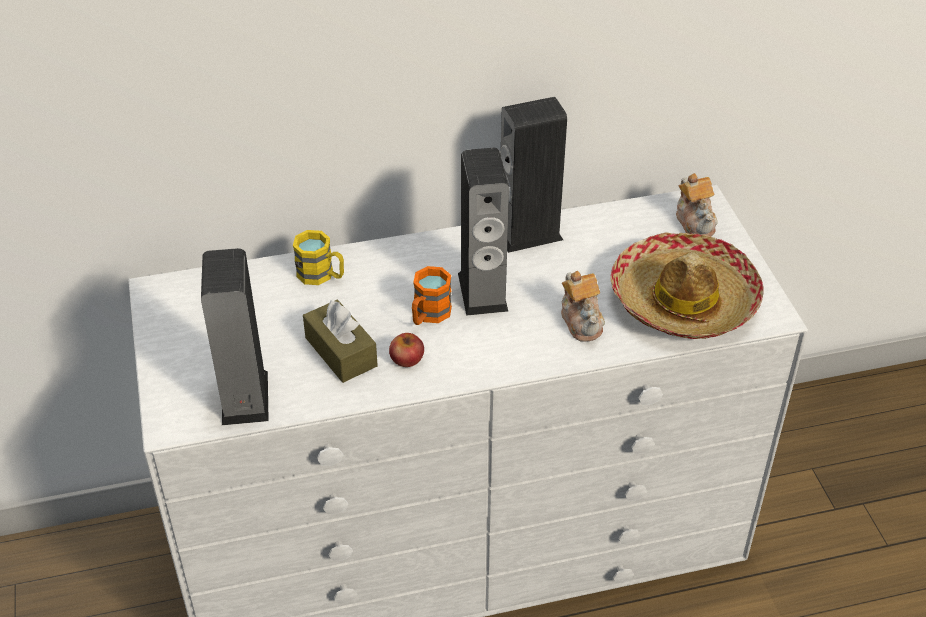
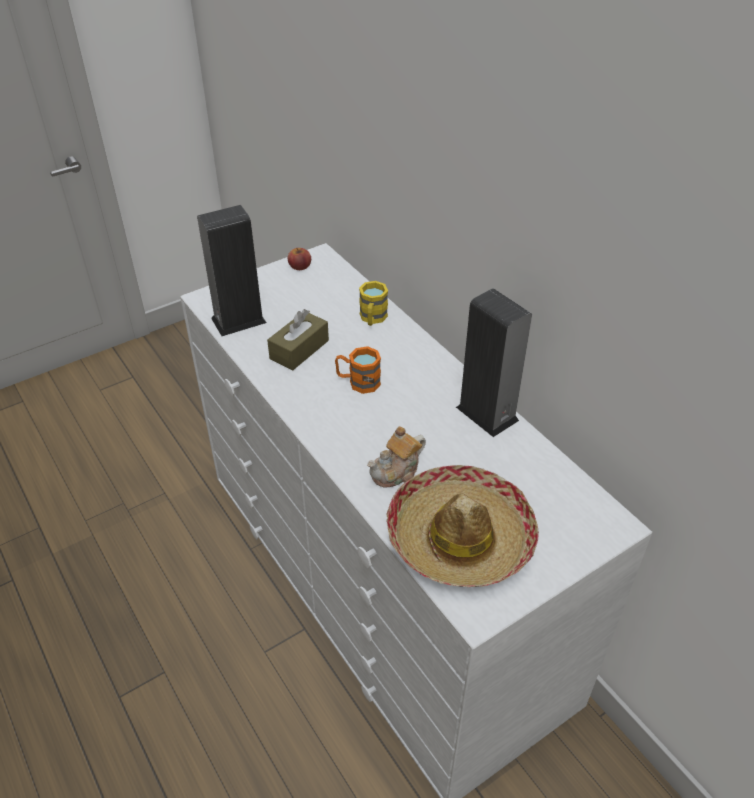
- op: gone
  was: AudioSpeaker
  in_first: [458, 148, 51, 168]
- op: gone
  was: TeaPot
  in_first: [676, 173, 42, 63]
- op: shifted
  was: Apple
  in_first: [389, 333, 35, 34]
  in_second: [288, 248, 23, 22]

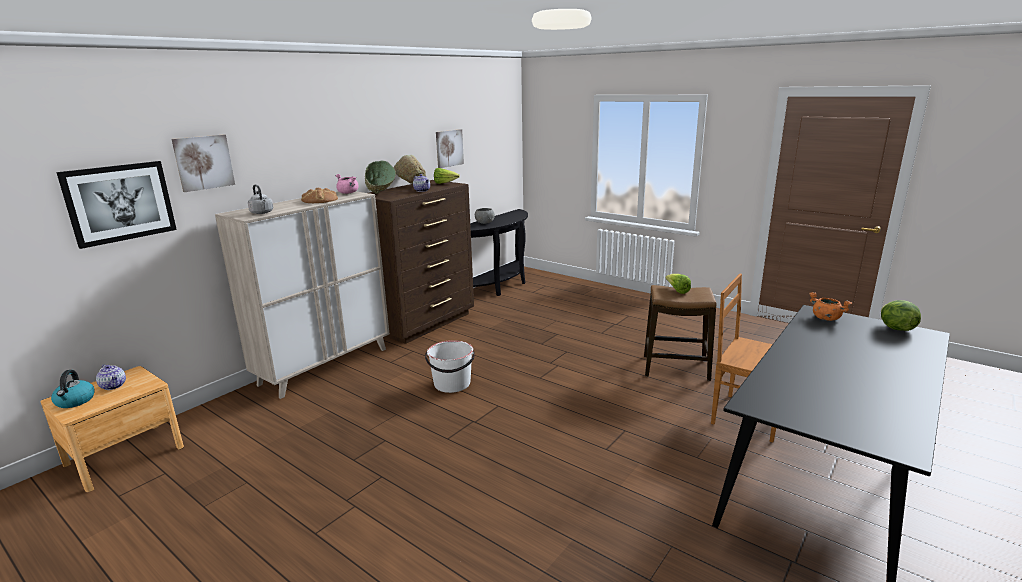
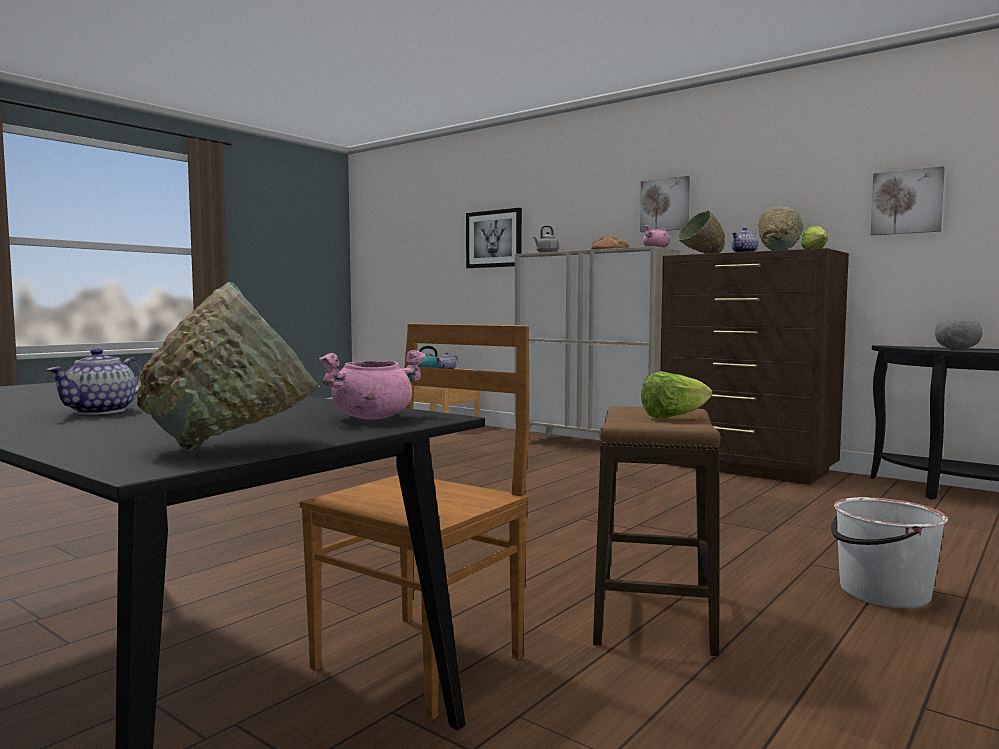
- op: new
  now: TeaPot
  in_second: [47, 348, 96, 67]
- op: shifted
  was: WallArt
  in_first: [172, 134, 63, 58]
  in_second: [640, 176, 50, 56]
- op: shifted
  was: WhitishWaterBucket
  in_first: [425, 340, 50, 53]
  in_second: [831, 497, 117, 112]
- op: swapped
  was: HeadOfLettuce
  now: GreenishServingBowl
  in_first: [881, 300, 40, 31]
  in_second: [137, 282, 183, 170]
- op: repainted
  was: OrangeyStockpot
  now: PinkishStockpot
  in_first: [809, 292, 43, 29]
  in_second: [318, 350, 108, 70]

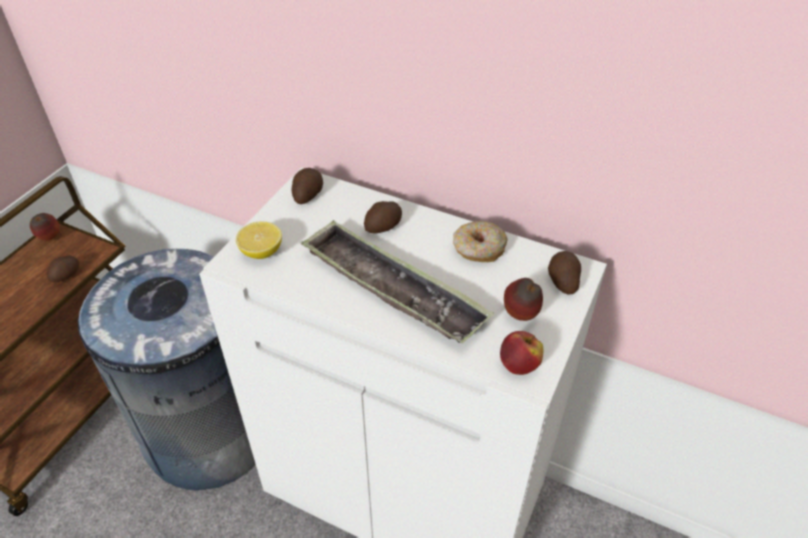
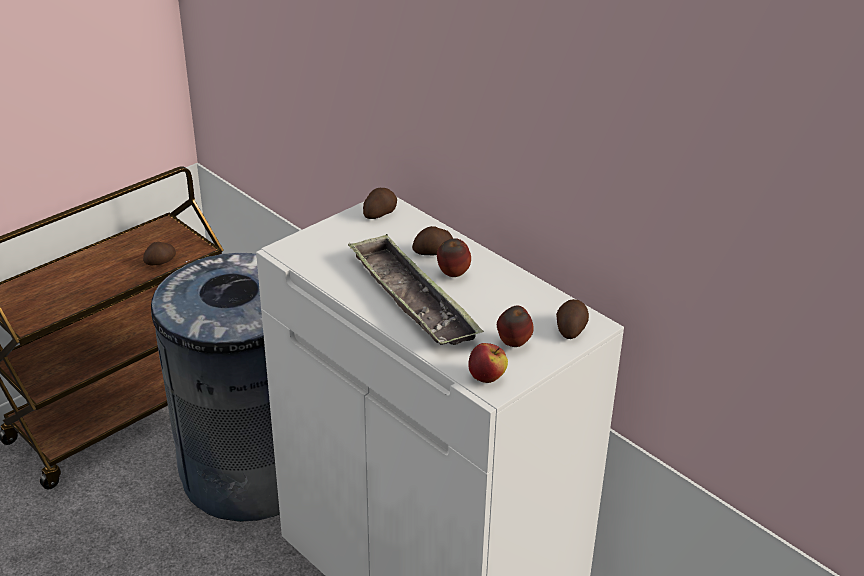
- op: gone
  was: WholeLemon
  in_first: [236, 222, 46, 37]
- op: gone
  was: RingDoughnut
  in_first: [453, 221, 55, 41]
- op: shifted
  was: Apple
  in_first: [30, 213, 30, 28]
  in_second: [437, 238, 34, 39]

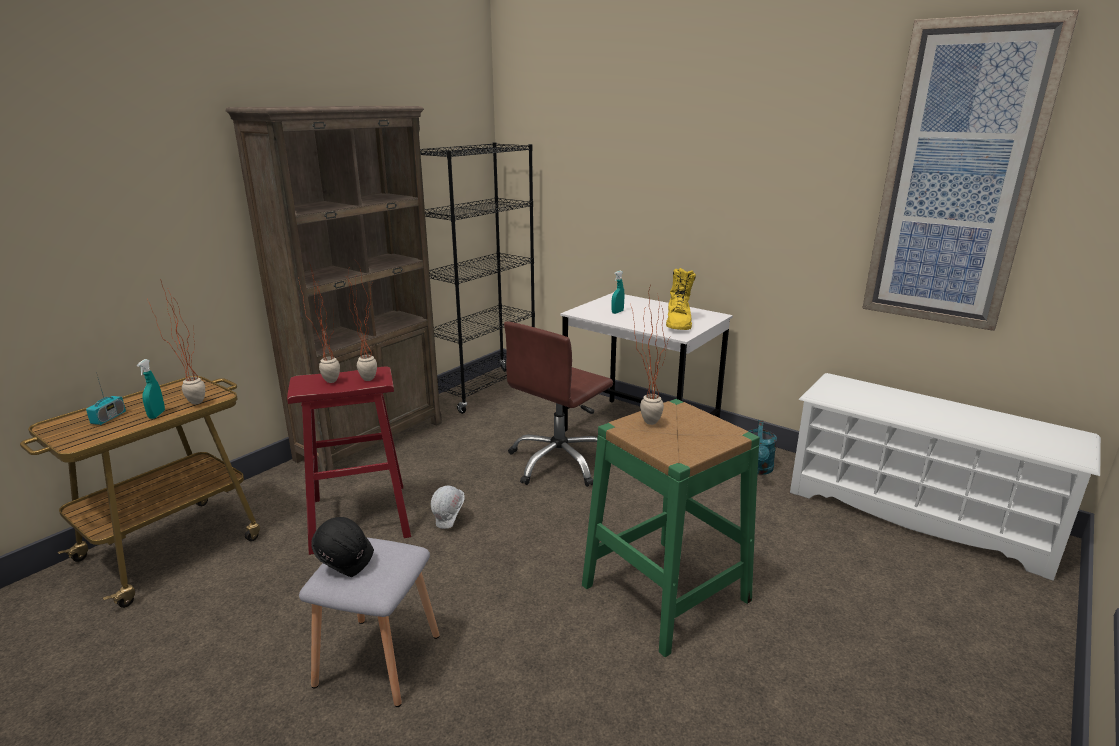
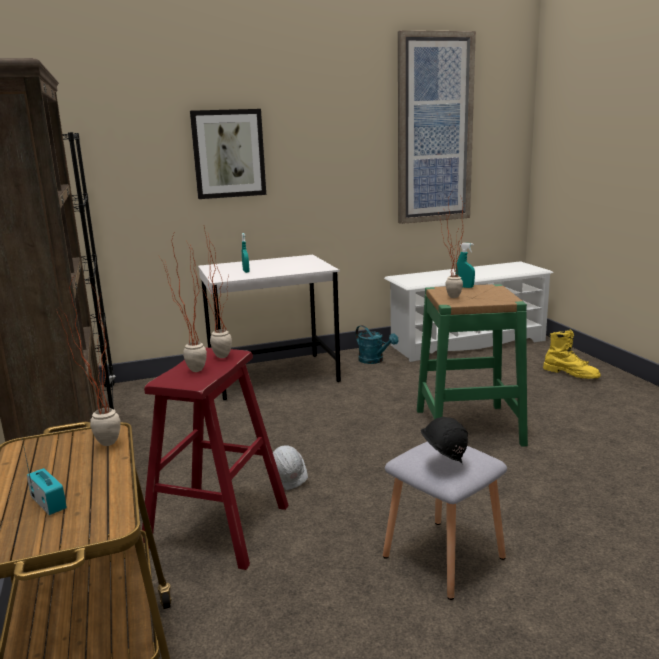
- op: gone
  was: BrownColouredOfficeChair
  in_first: [504, 321, 109, 166]
- op: new
  now: WallArt
  in_second: [190, 109, 76, 90]
- op: shifted
  was: TurquoiseSprayer
  in_first: [137, 359, 28, 60]
  in_second: [455, 243, 20, 45]
- op: shifted
  was: YellowTallBoot
  in_first: [666, 268, 30, 62]
  in_second: [543, 330, 58, 49]

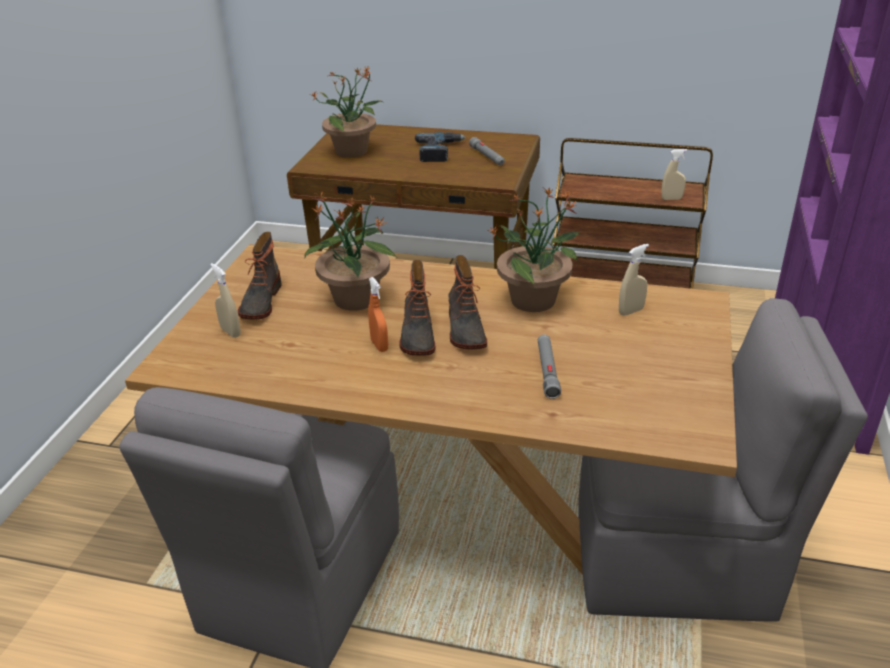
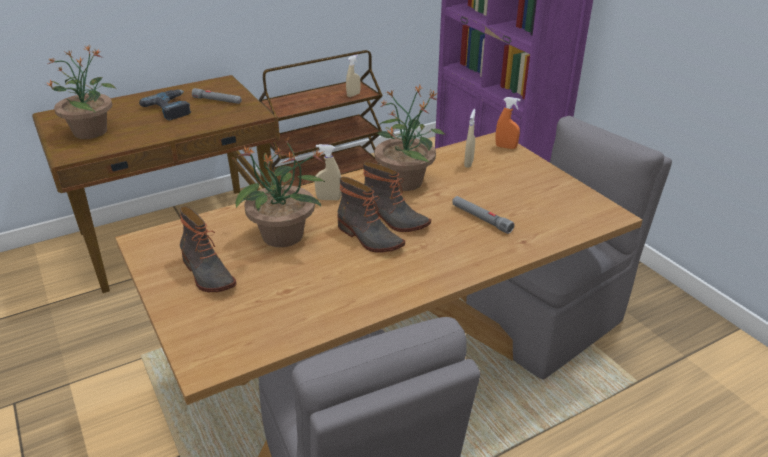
- op: shifted
  was: SandColouredSprayer
  in_first: [210, 263, 31, 75]
  in_second: [314, 144, 27, 56]
- op: shifted
  was: OrangeySprayer
  in_first: [368, 277, 20, 75]
  in_second: [495, 97, 26, 52]

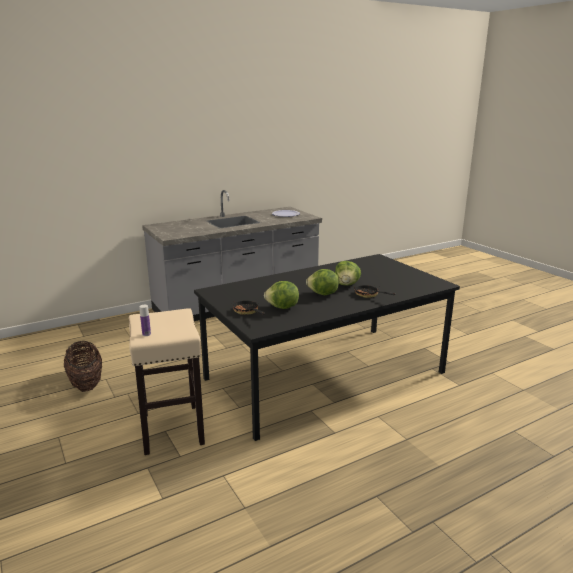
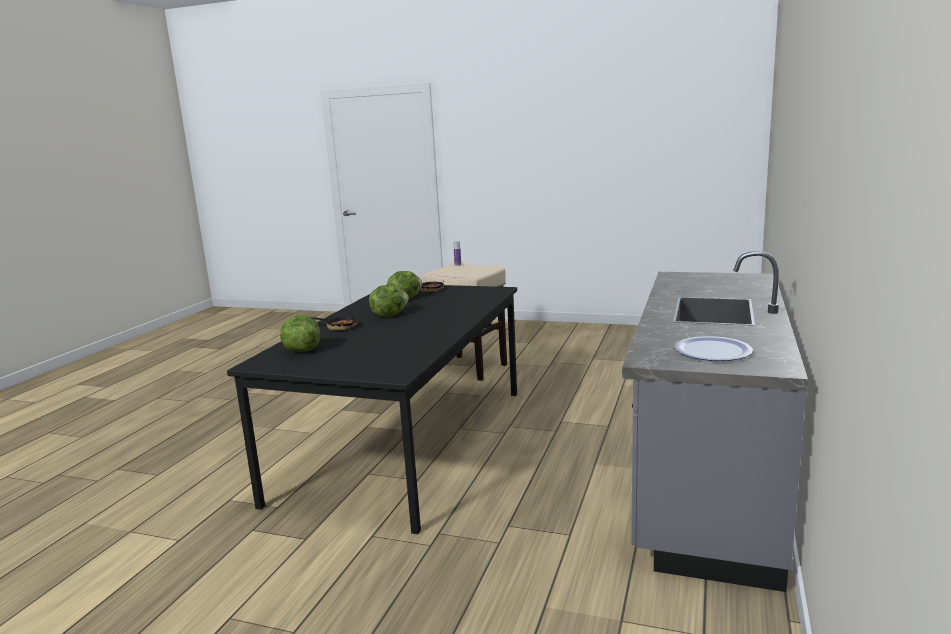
- op: gone
  was: HouseholdBasket
  in_first: [64, 341, 38, 51]
- op: shifted
  was: HeadOfLettuce
  in_first: [335, 261, 26, 25]
  in_second: [280, 315, 41, 37]

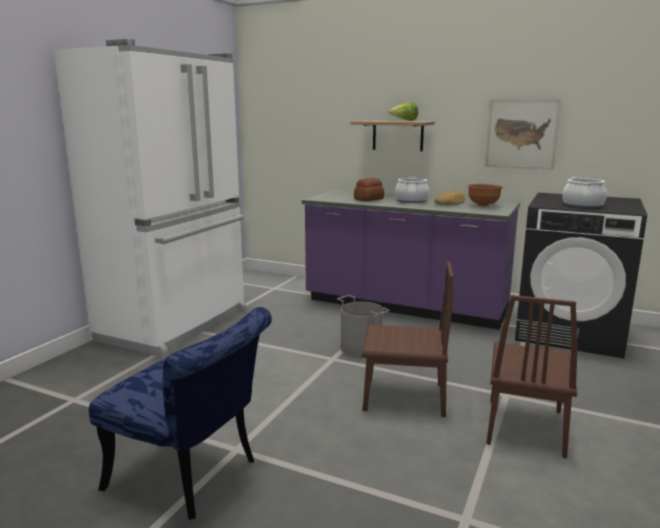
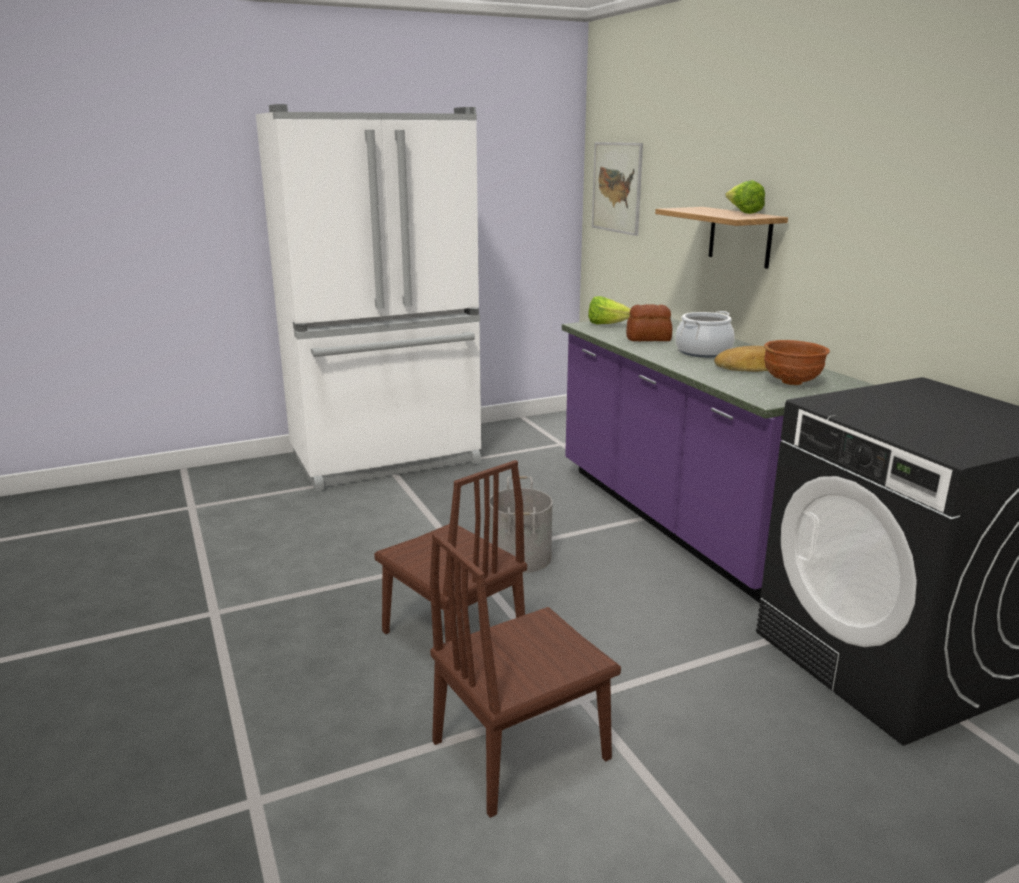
- op: gone
  was: BluishPlainChair
  in_first: [89, 307, 183, 213]
- op: gone
  was: Stockpot
  in_first: [563, 177, 44, 31]
- op: new
  now: HeadOfLettuce
  in_second: [588, 296, 42, 28]
- op: shifted
  was: WallArt
  in_first: [485, 99, 76, 71]
  in_second: [592, 142, 51, 94]

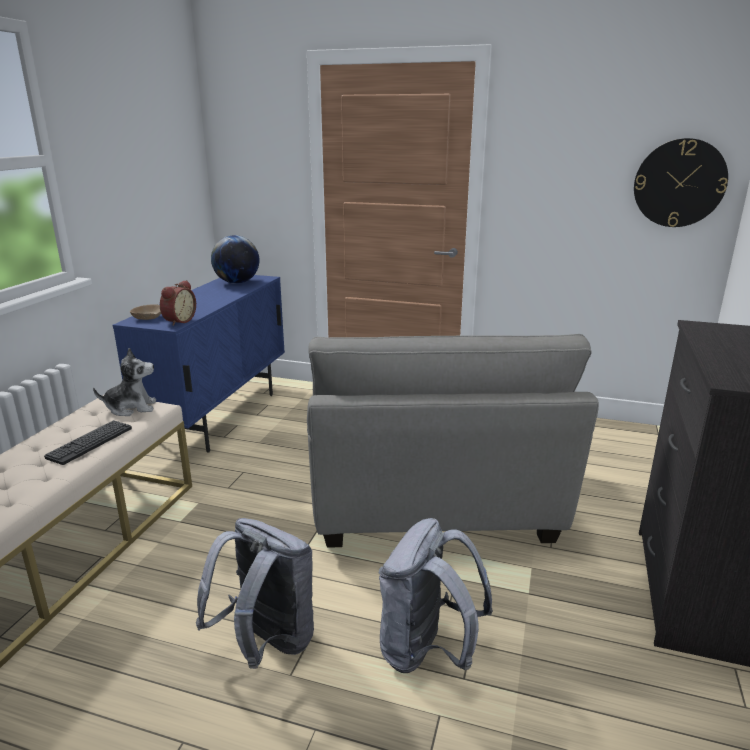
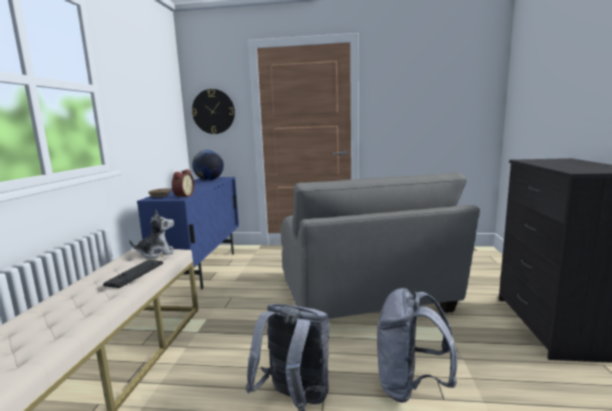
- op: shifted
  was: WallClock
  in_first: [634, 138, 94, 89]
  in_second: [192, 89, 43, 45]

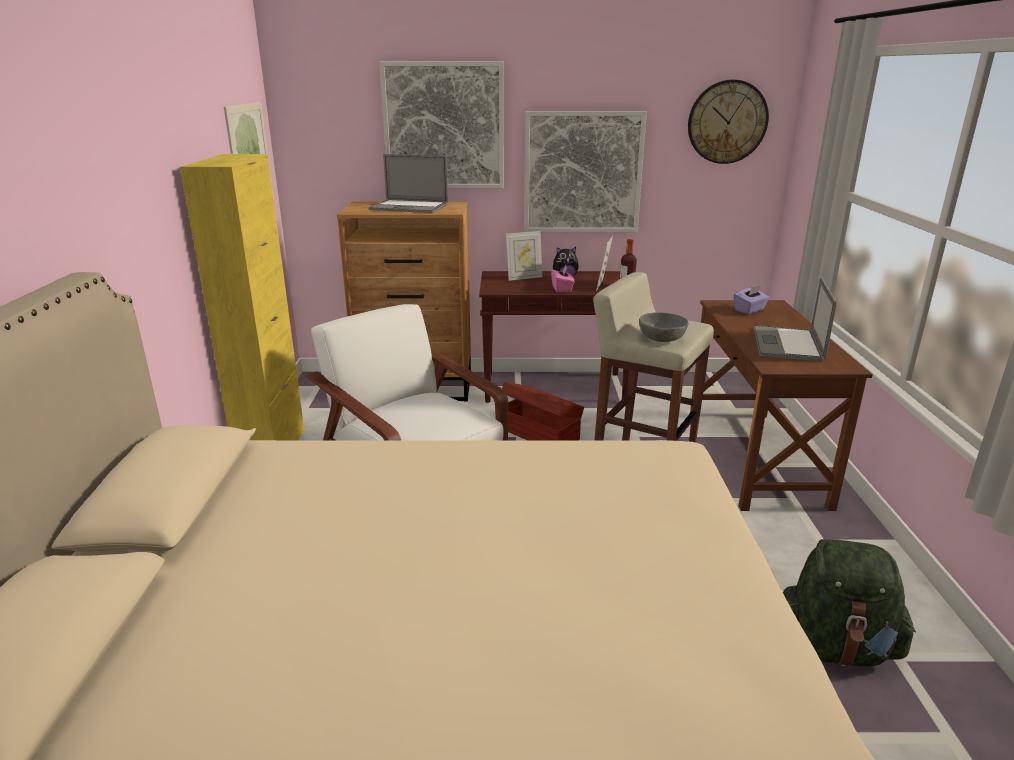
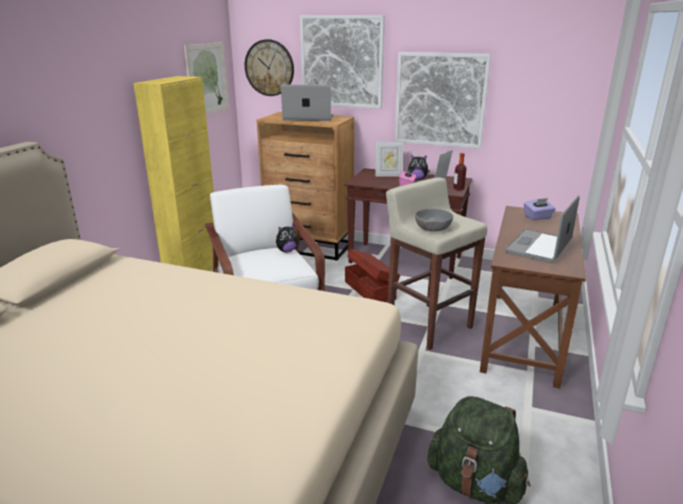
- op: new
  now: CuddlyToy
  in_second: [276, 225, 22, 27]
- op: shifted
  was: WallClock
  in_first: [688, 80, 81, 84]
  in_second: [245, 39, 49, 57]
- op: rotated
  was: NotebookComputer
  in_first: [368, 154, 80, 59]
  in_second: [281, 84, 52, 37]
  clockwise: 150

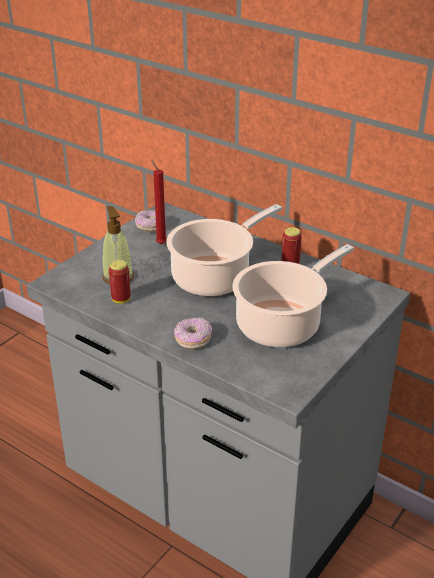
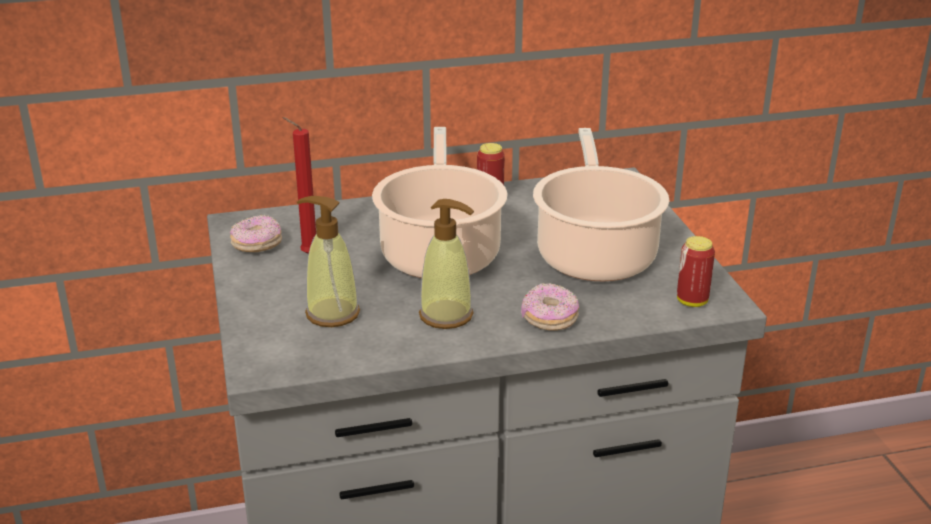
- op: new
  now: SoapDispenser
  in_second: [419, 199, 55, 130]
- op: shifted
  was: Can
  in_first: [109, 260, 22, 44]
  in_second: [677, 236, 38, 71]

